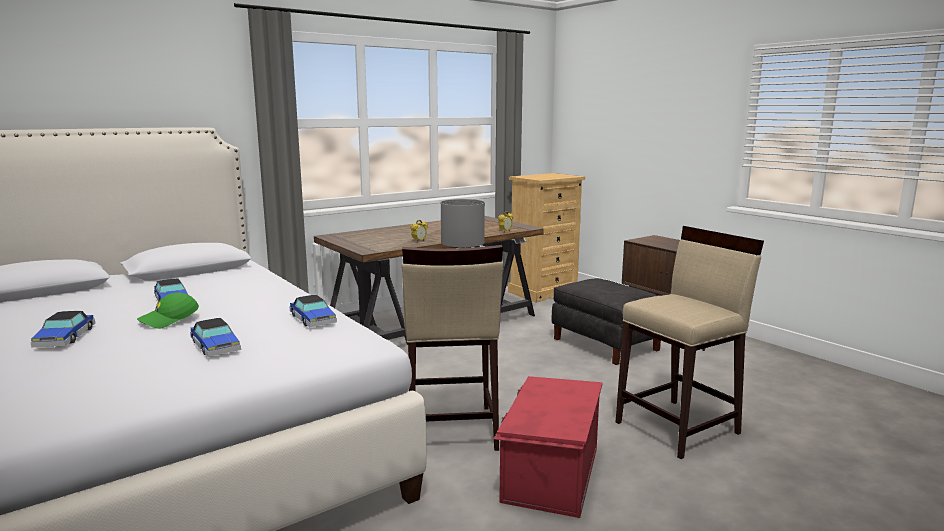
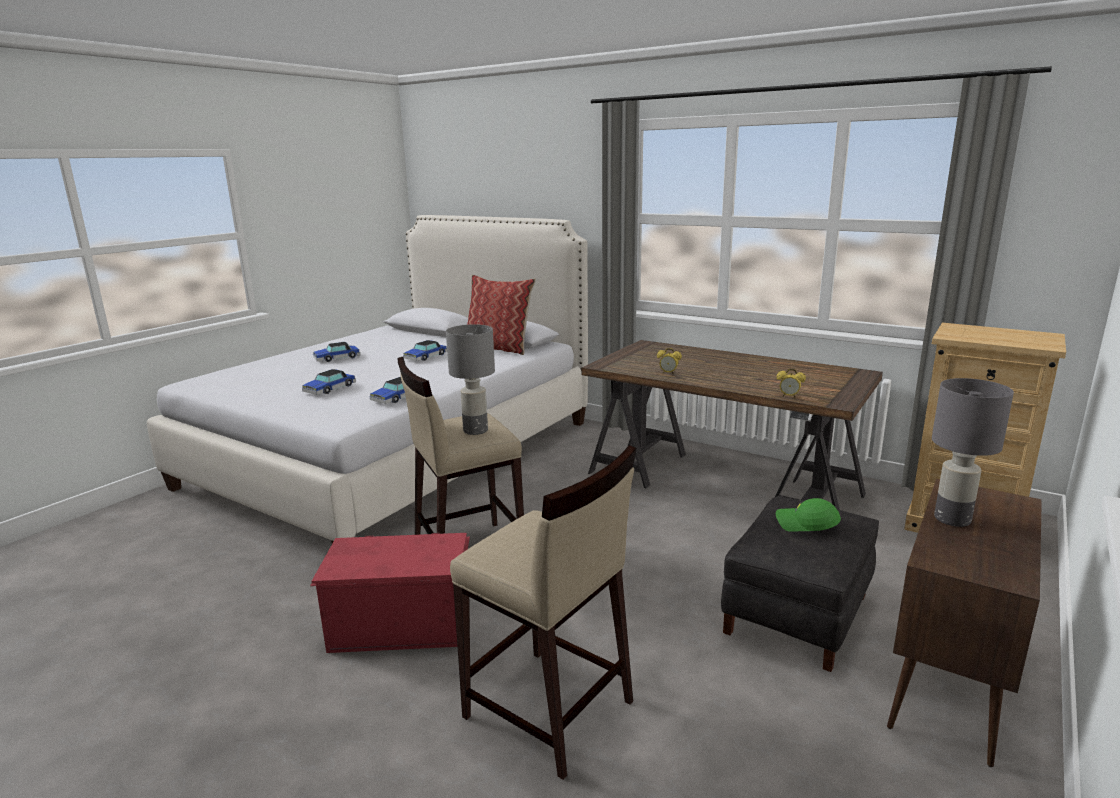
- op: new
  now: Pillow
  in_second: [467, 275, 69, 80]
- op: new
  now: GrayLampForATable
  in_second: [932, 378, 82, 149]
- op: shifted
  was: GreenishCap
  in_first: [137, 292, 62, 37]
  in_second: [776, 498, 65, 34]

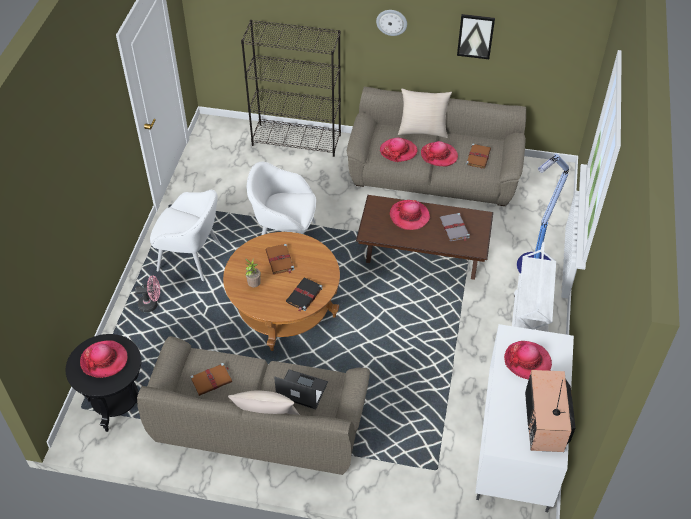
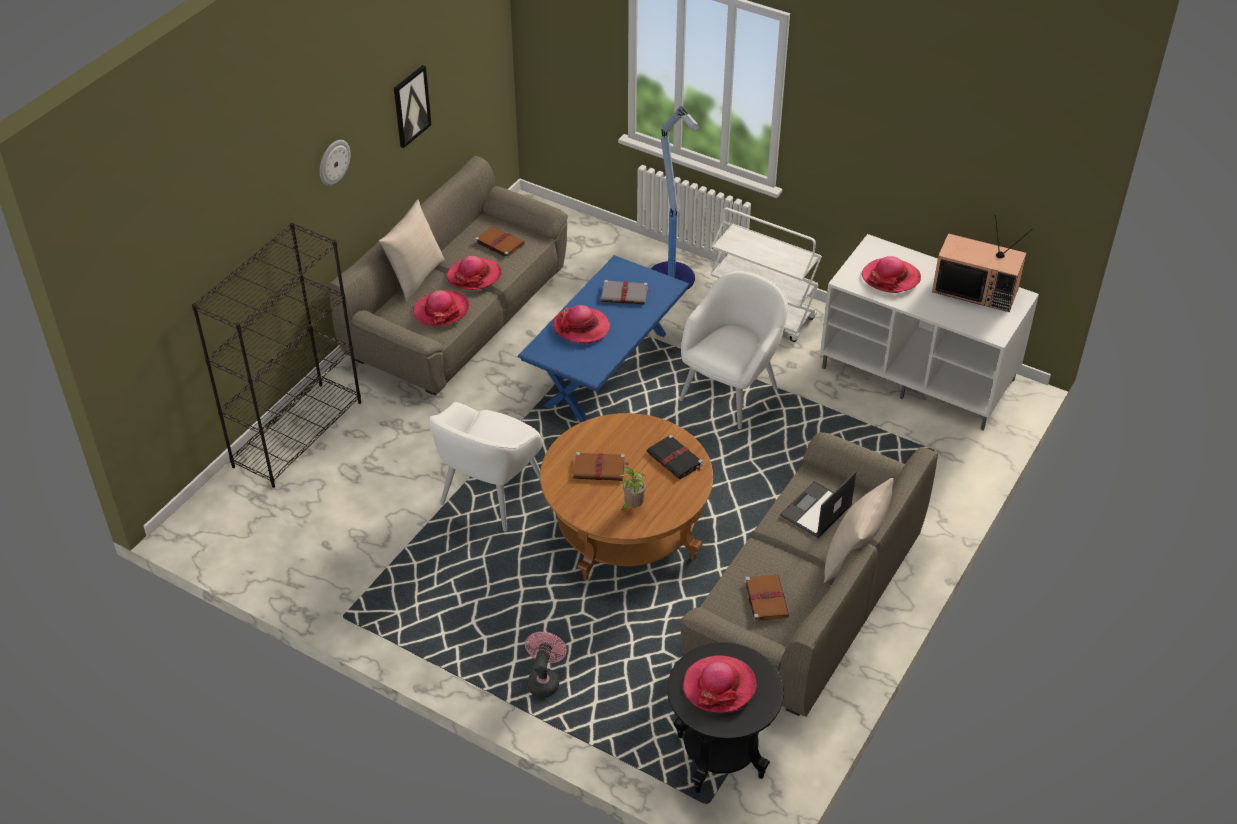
- op: shifted
  was: WhitishArmchair
  in_first: [150, 190, 71, 91]
  in_second: [679, 270, 109, 159]
- op: repainted
  was: BrownColouredCoffeeTable
  now: BluishCoffeeTable
  in_first: [356, 195, 137, 85]
  in_second: [518, 255, 172, 167]

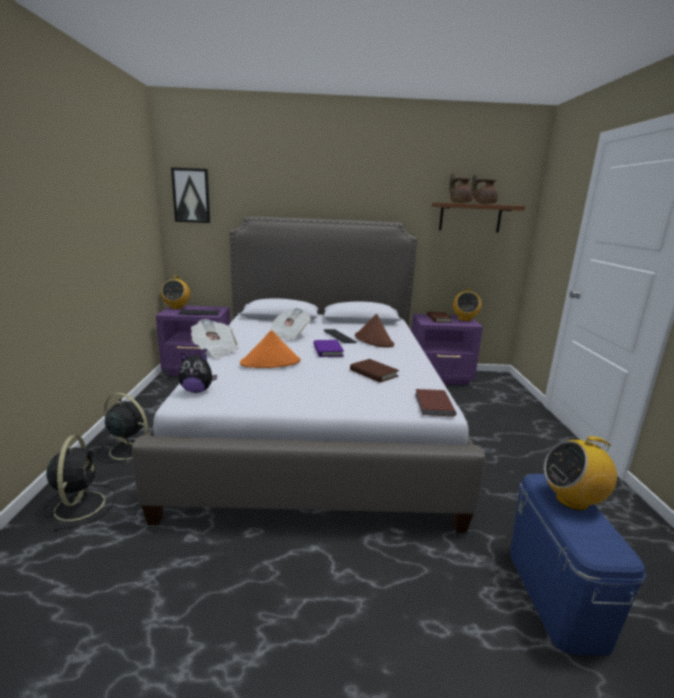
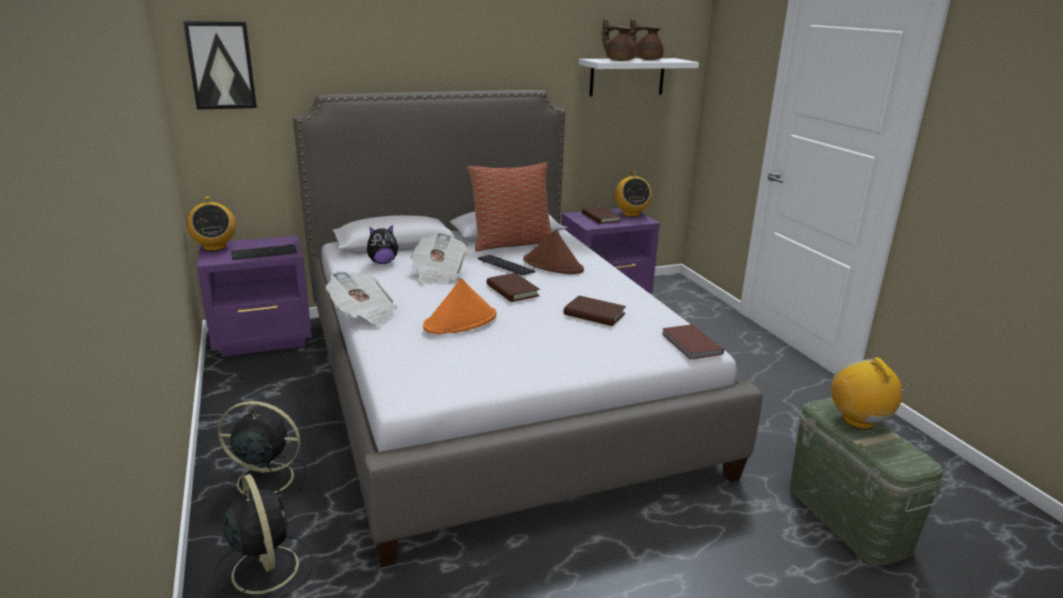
- op: new
  now: Pillow
  in_second: [467, 162, 85, 90]
- op: shifted
  was: CuddlyToy
  in_first: [178, 353, 39, 40]
  in_second: [367, 225, 32, 39]
- op: repainted
  was: PurpleBook
  now: BrownColouredBook
  in_first: [314, 340, 30, 17]
  in_second: [486, 273, 54, 29]
- op: repainted
  was: BrownColouredBracketShelf
  now: WhitishBracketShelf
  in_first: [432, 202, 93, 31]
  in_second: [579, 58, 120, 38]
- op: repainted
  was: BluishStorageBox
  now: GreenishStorageBox
  in_first: [510, 474, 136, 182]
  in_second: [789, 398, 154, 168]
- op: rotated
  was: Radio
  in_first: [544, 436, 73, 75]
  in_second: [831, 357, 81, 72]
  clockwise: 105

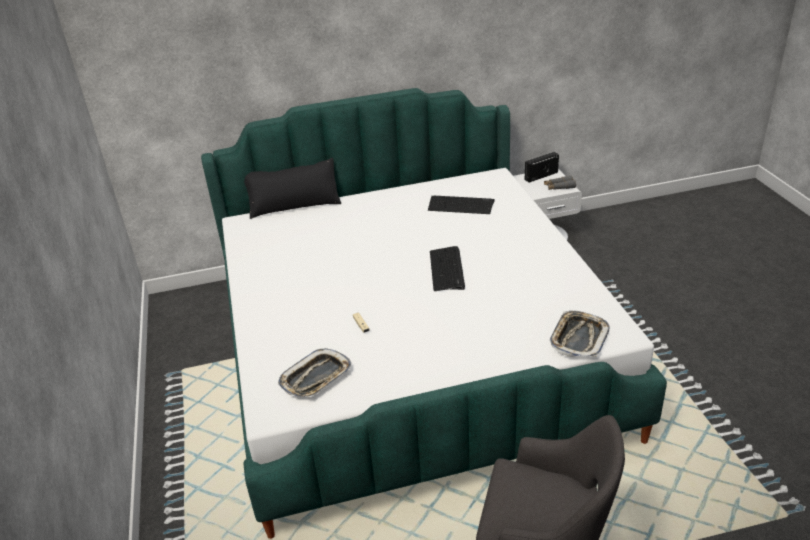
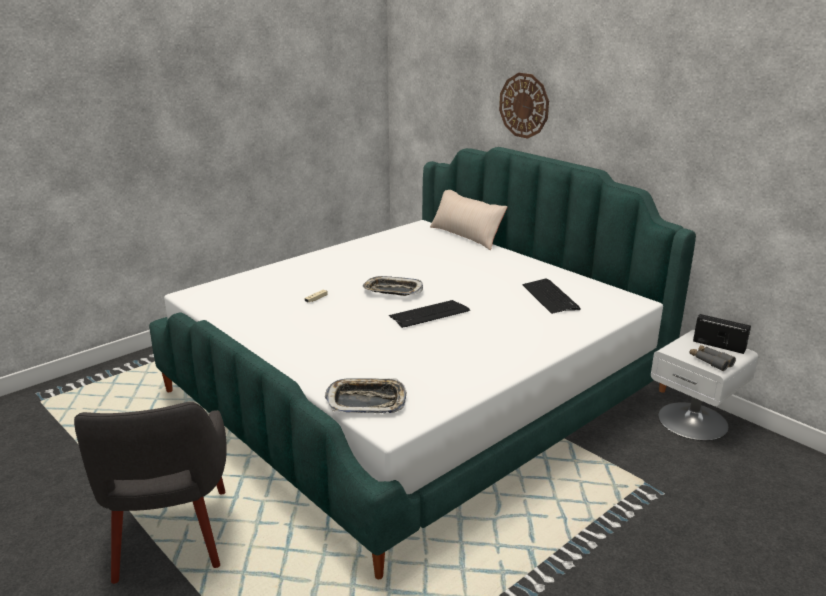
- op: new
  now: WallClock
  in_second: [499, 73, 50, 66]
- op: shifted
  was: Tray
  in_first: [278, 348, 73, 49]
  in_second: [362, 276, 61, 20]
- op: repainted
  was: BlackPillow
  now: SandColouredPillow
  in_first: [244, 158, 97, 61]
  in_second: [430, 190, 78, 60]

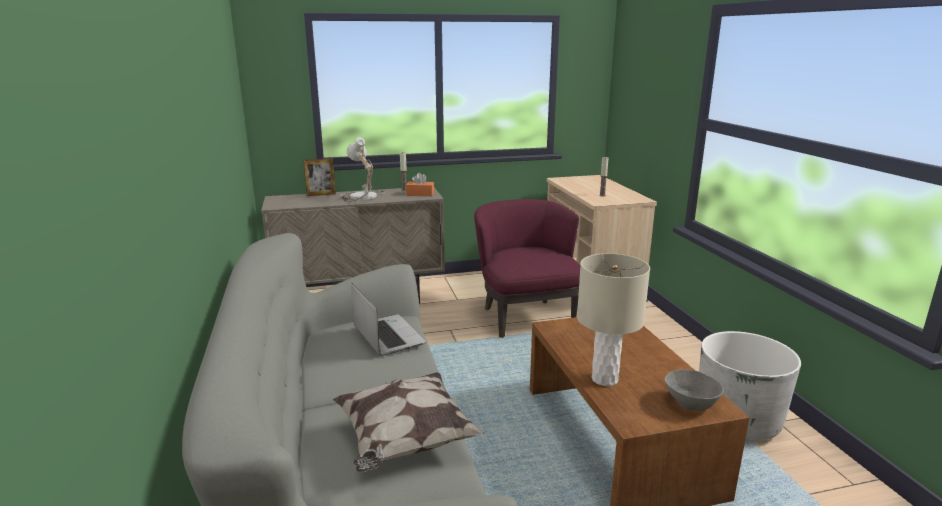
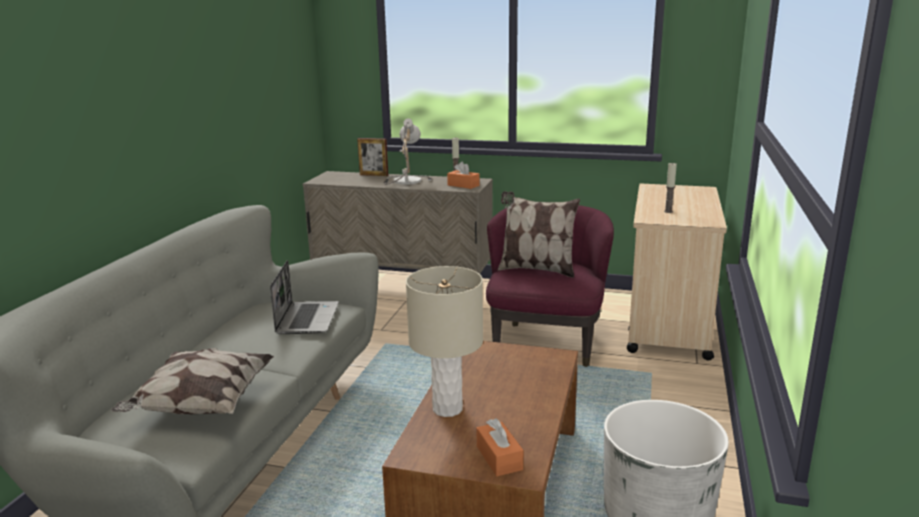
- op: new
  now: Pillow
  in_second: [498, 191, 82, 87]
- op: swapped
  was: GrayServingBowl
  now: OrangeyBoxOfTissues
  in_first: [664, 369, 60, 42]
  in_second: [477, 418, 46, 58]

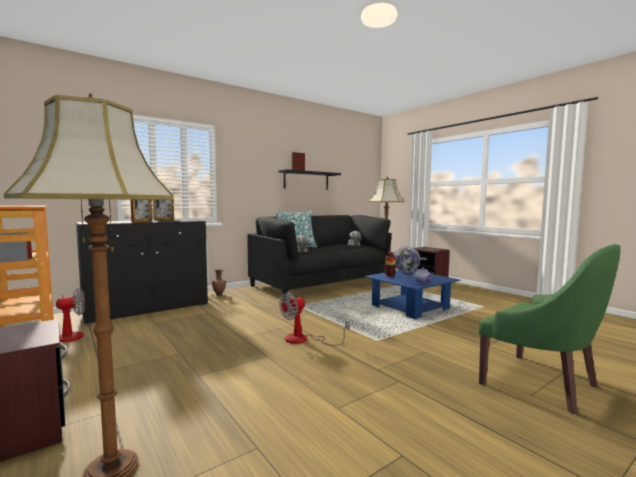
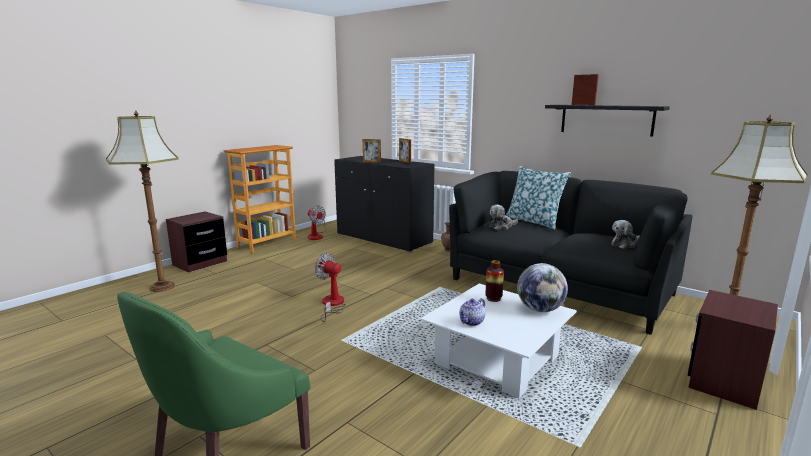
- op: repainted
  was: BluishCoffeeTable
  now: WhitishCoffeeTable
  in_first: [364, 270, 97, 49]
  in_second: [420, 284, 157, 114]

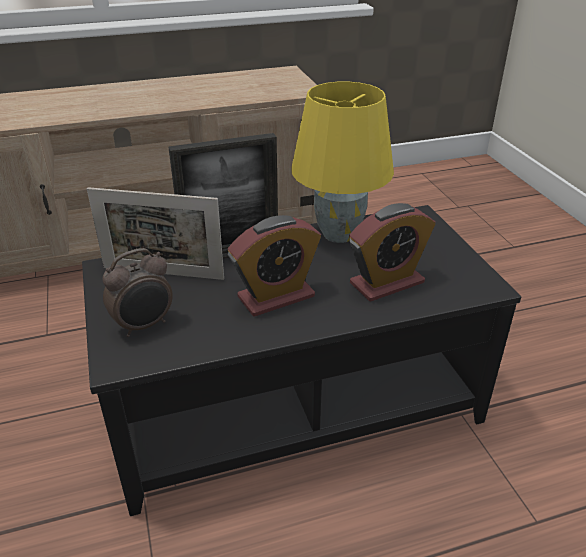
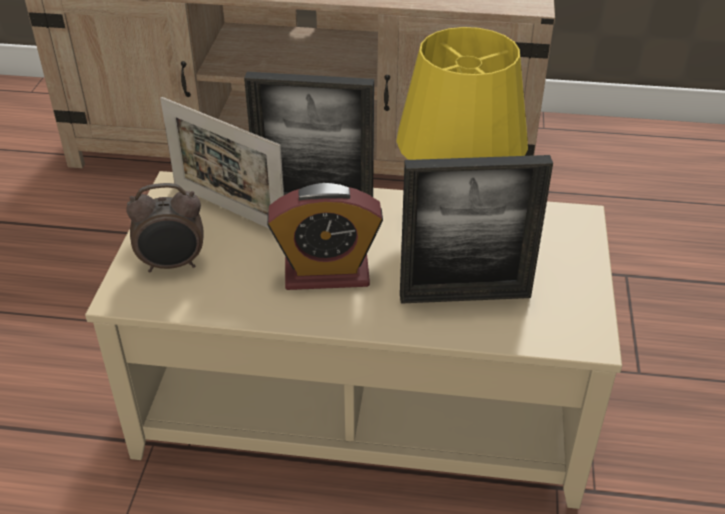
- op: swapped
  was: AlarmClock
  now: PictureFrame
  in_first: [349, 203, 87, 99]
  in_second: [400, 155, 153, 149]
- op: repainted
  was: BlackCoffeeTable
  now: SandColouredCoffeeTable
  in_first: [82, 205, 439, 311]
  in_second: [85, 171, 537, 338]

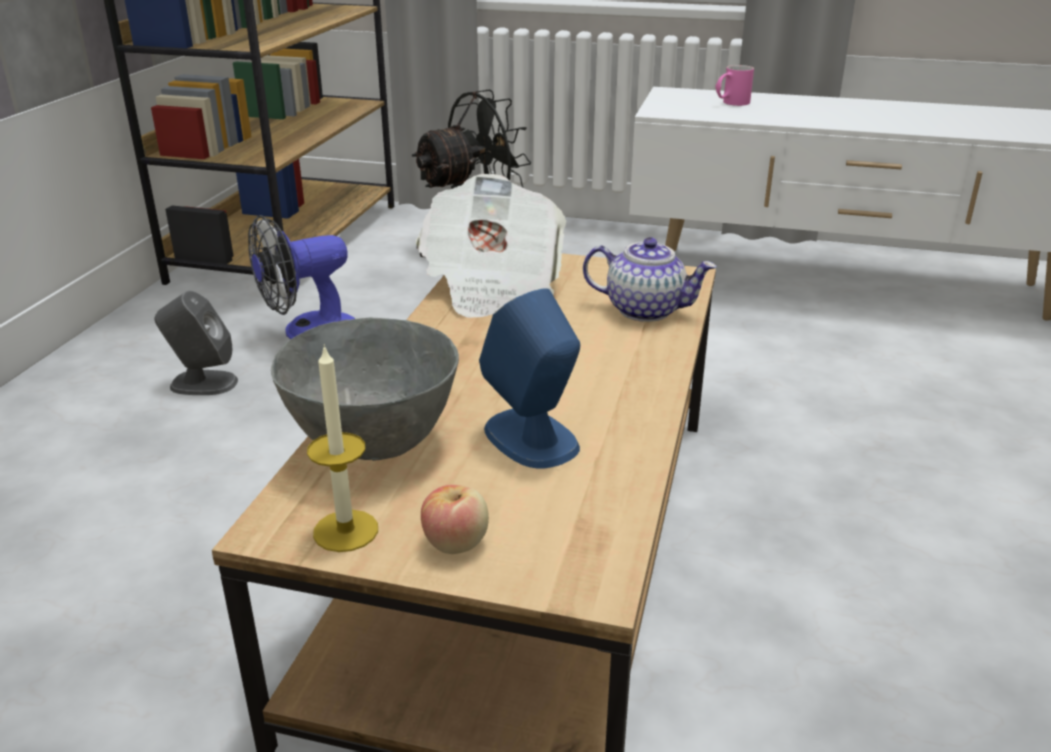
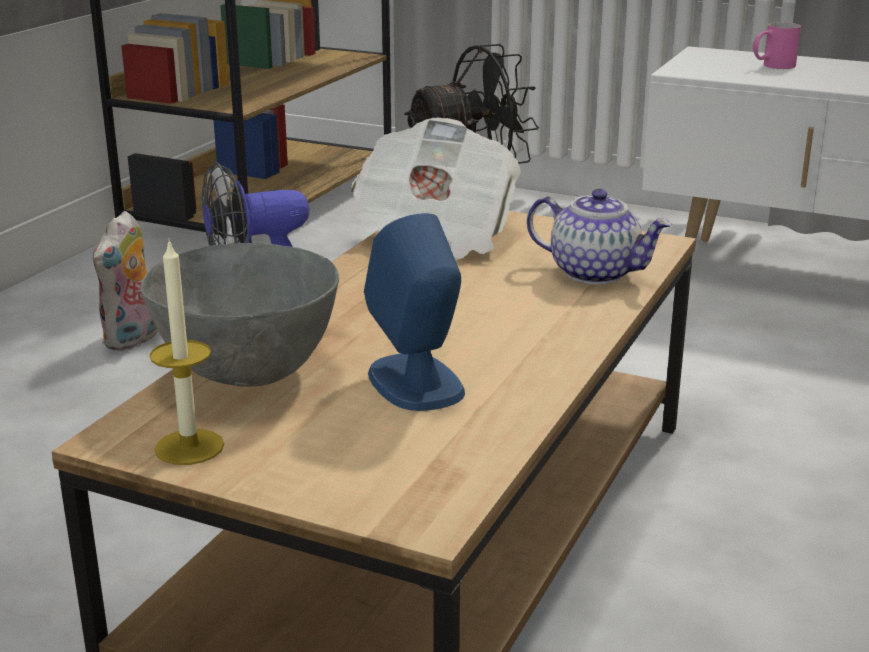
- op: gone
  was: Apple
  in_first: [421, 485, 68, 69]
- op: swapped
  was: GrayAudioSpeaker
  now: CuddlyToy
  in_first: [155, 291, 83, 104]
  in_second: [93, 211, 65, 140]

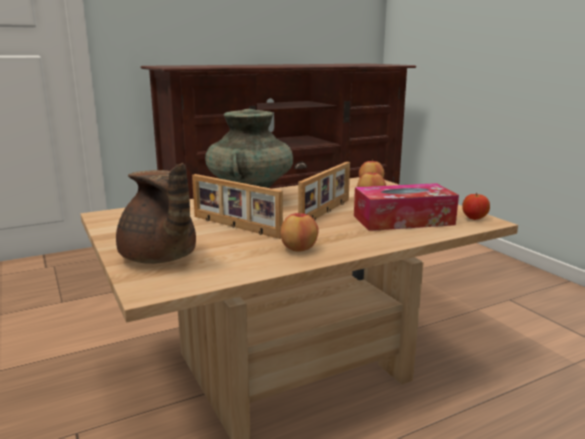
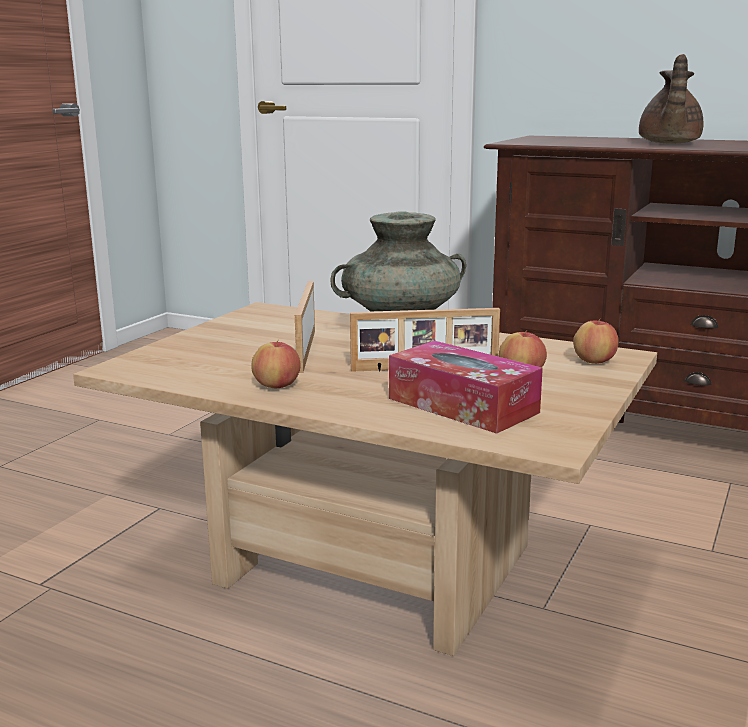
- op: gone
  was: Apple
  in_first: [462, 193, 28, 27]
- op: shifted
  was: BrownColouredTeaPot
  in_first: [116, 163, 80, 101]
  in_second: [639, 54, 64, 90]

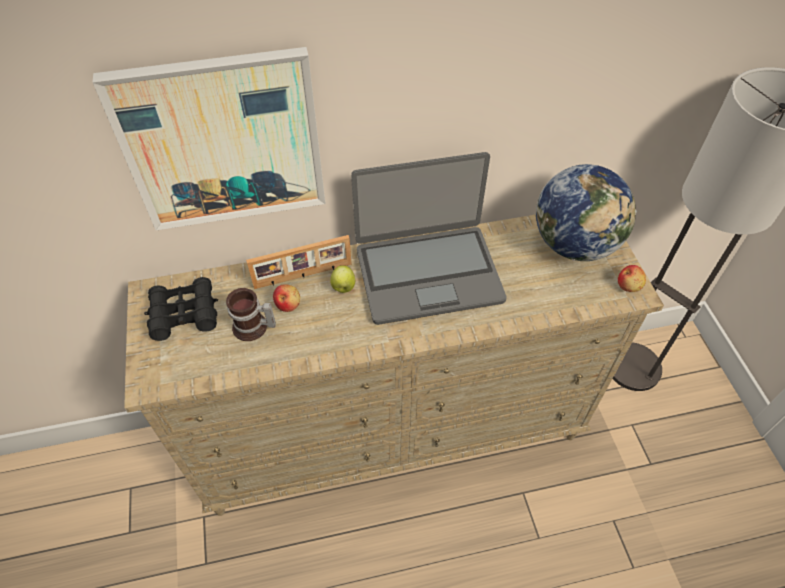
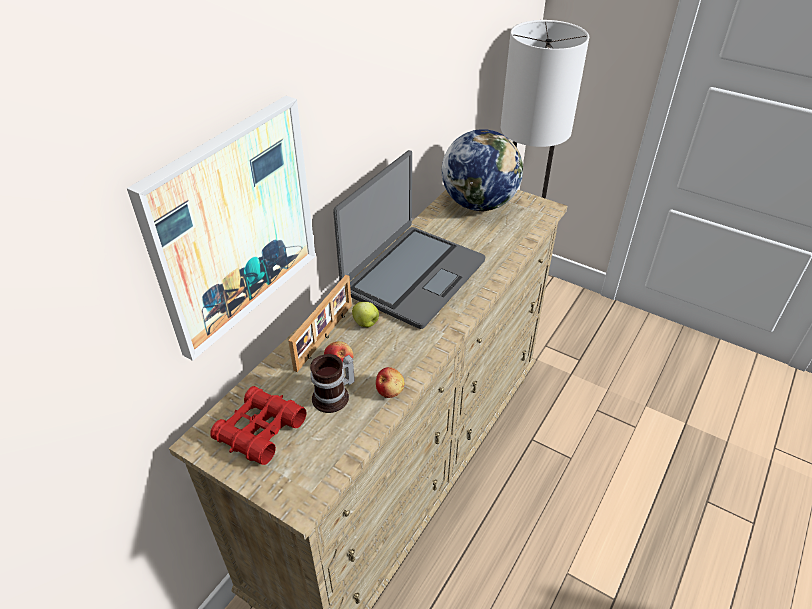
- op: shifted
  was: Apple
  in_first: [618, 265, 28, 27]
  in_second: [376, 367, 28, 31]
- op: repainted
  was: BlackFieldGlasses
  now: RedColouredFieldGlasses
  in_first: [144, 277, 74, 64]
  in_second: [210, 386, 96, 79]

